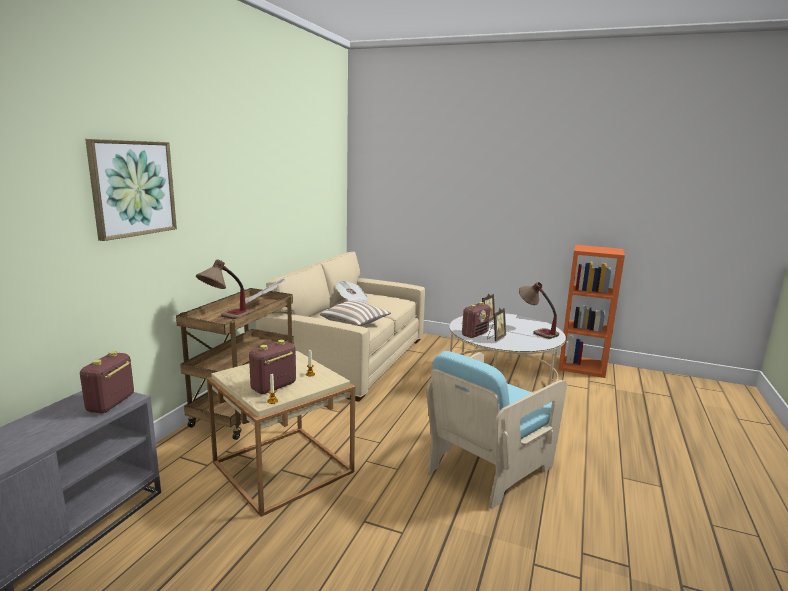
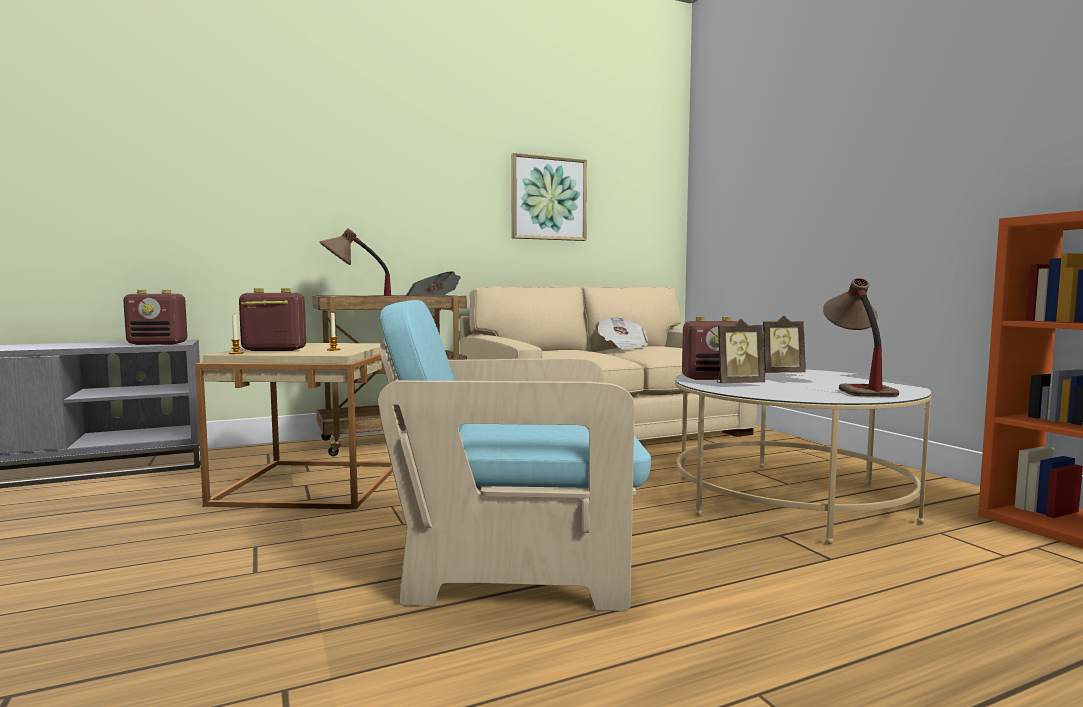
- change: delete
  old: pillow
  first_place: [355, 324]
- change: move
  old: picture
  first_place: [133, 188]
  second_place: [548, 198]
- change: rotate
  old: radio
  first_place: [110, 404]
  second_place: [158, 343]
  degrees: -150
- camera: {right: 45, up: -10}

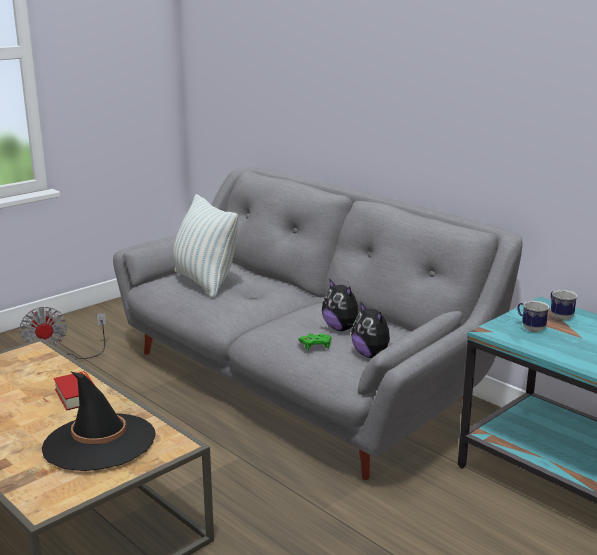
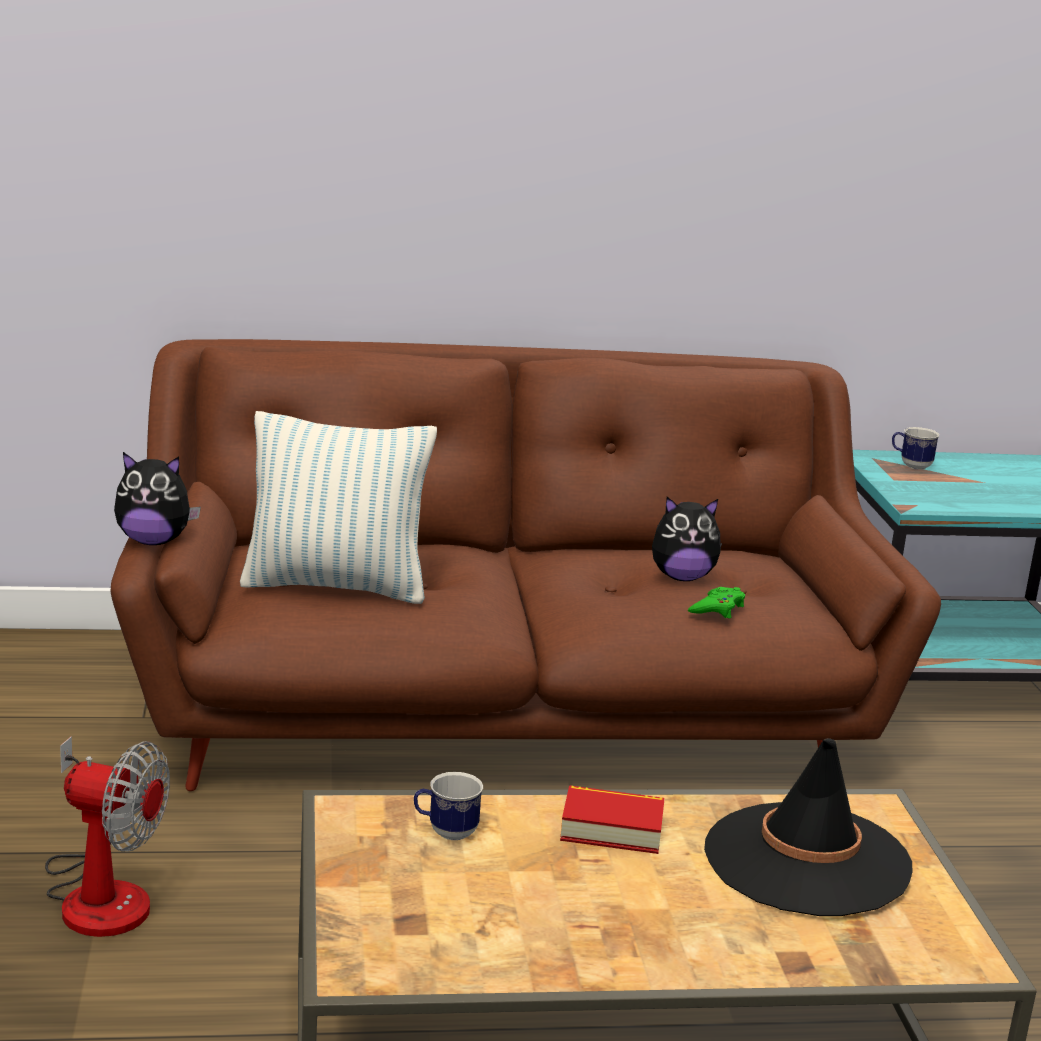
- change: move
  old: plush toy
  first_place: [372, 355]
  second_place: [154, 541]
- change: move
  old: mug
  first_place: [530, 328]
  second_place: [445, 832]
- change: recolor
  old: grey sofa
  new: brown sofa
  first_place: [299, 383]
  second_place: [506, 718]
- camera: {right: -55, up: 0}

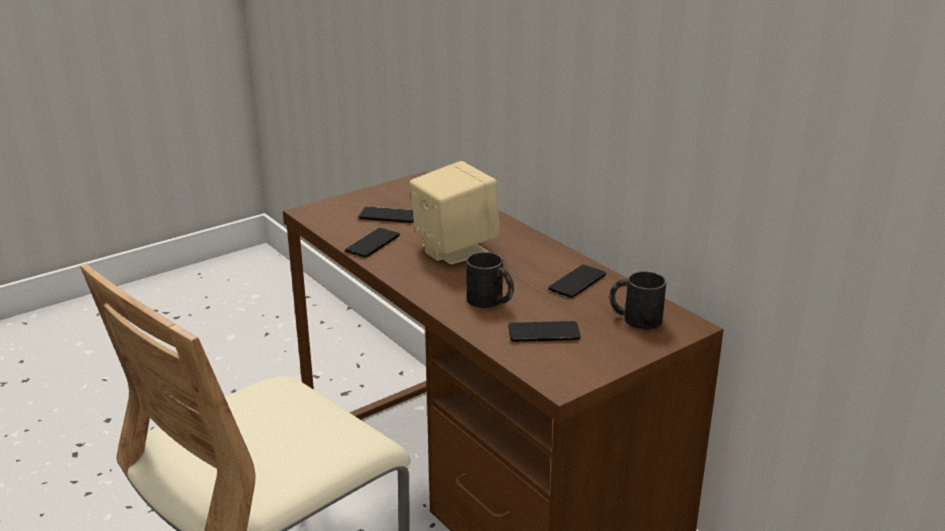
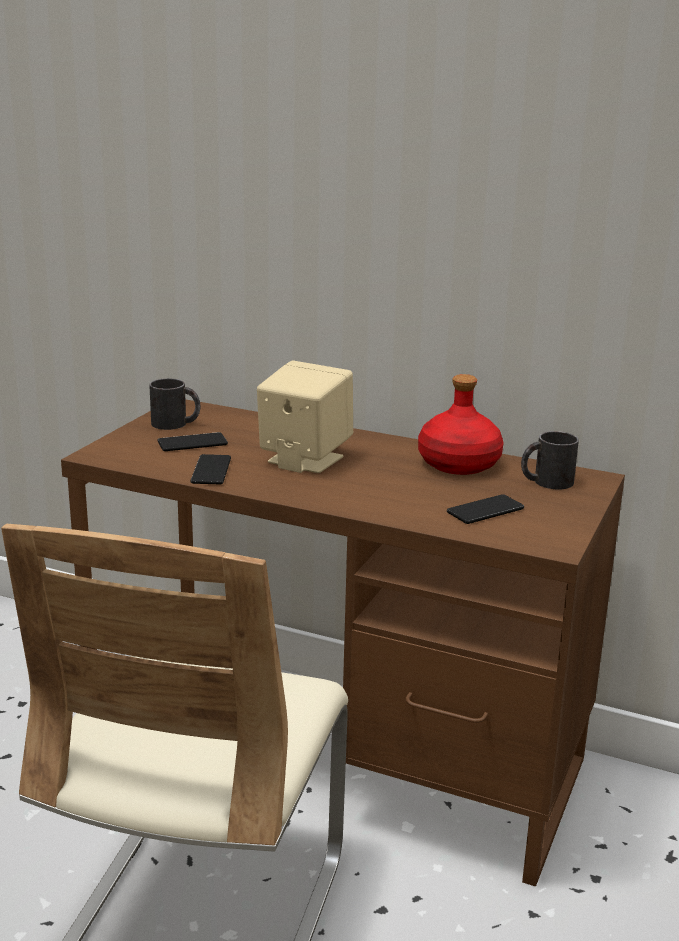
- change: move
  old: black mug
  first_place: [491, 301]
  second_place: [176, 424]
- change: replace
  old: phone
  new: red bottle
  first_place: [577, 282]
  second_place: [458, 464]
- camera: {right: -30, up: -5}

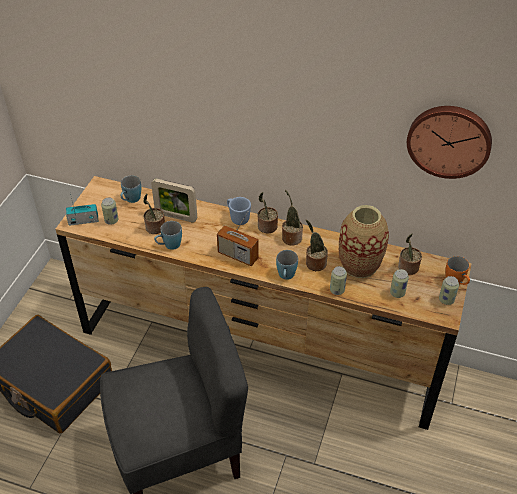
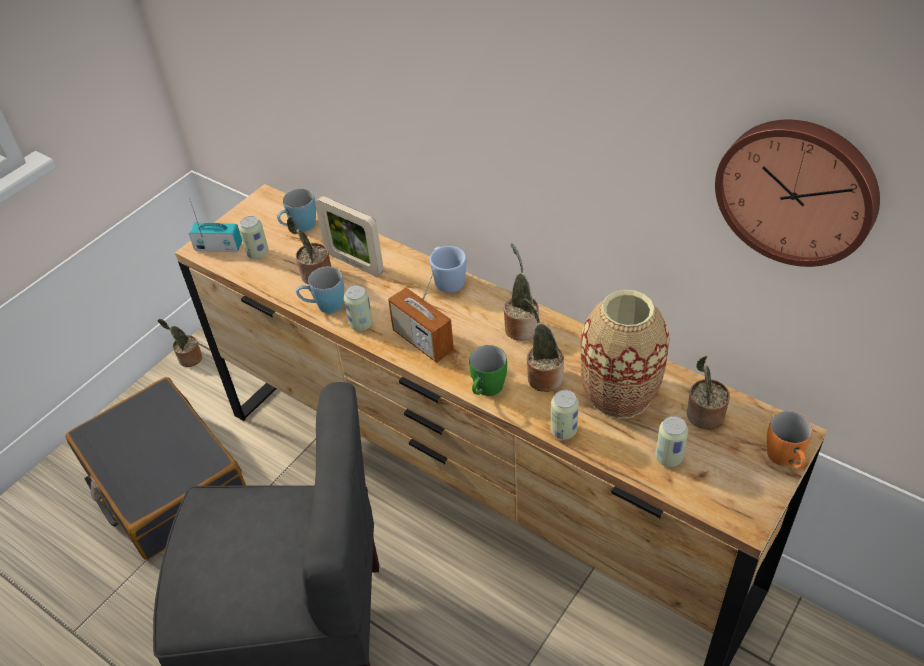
- change: move
  old: potted plant
  first_place: [266, 227]
  second_place: [188, 359]
- change: move
  old: can
  first_place: [446, 300]
  second_place: [361, 324]
- change: recolor
  old: blue mug
  new: green mug
  first_place: [286, 276]
  second_place: [486, 391]
- camera: {right: 20, up: 0}

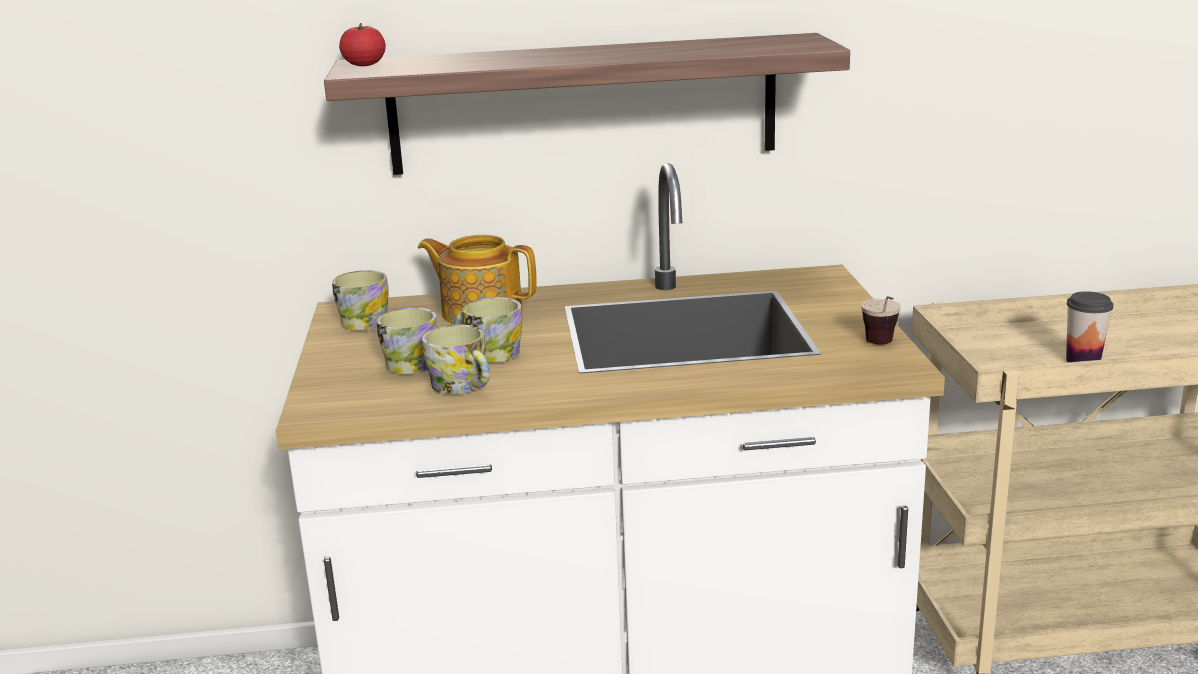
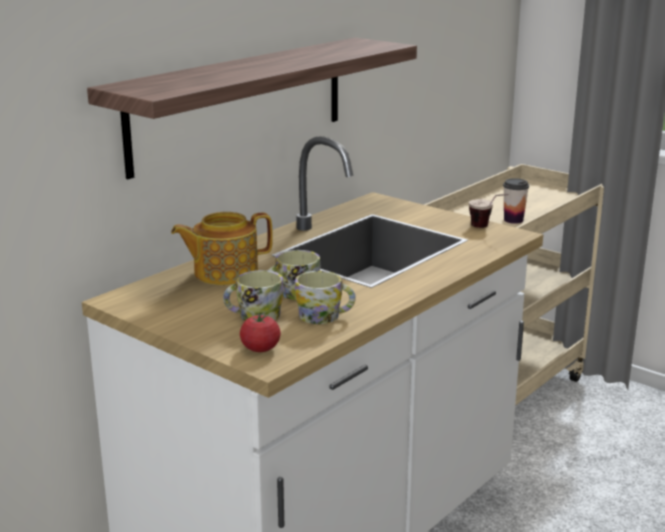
- change: delete
  old: mug
  first_place: [360, 321]
- change: move
  old: tomato
  first_place: [364, 65]
  second_place: [260, 348]
- camera: {right: -45, up: 0}

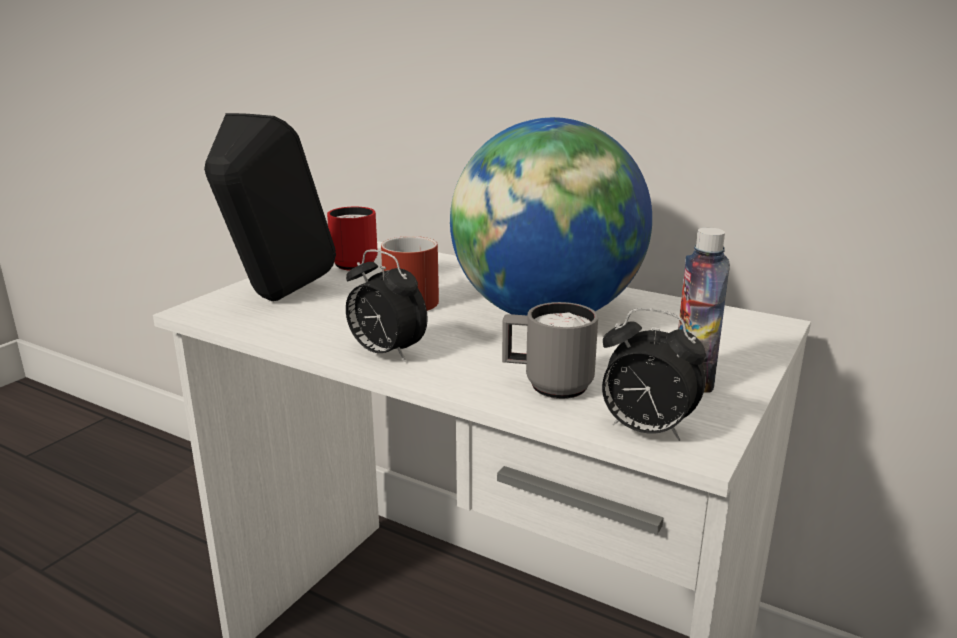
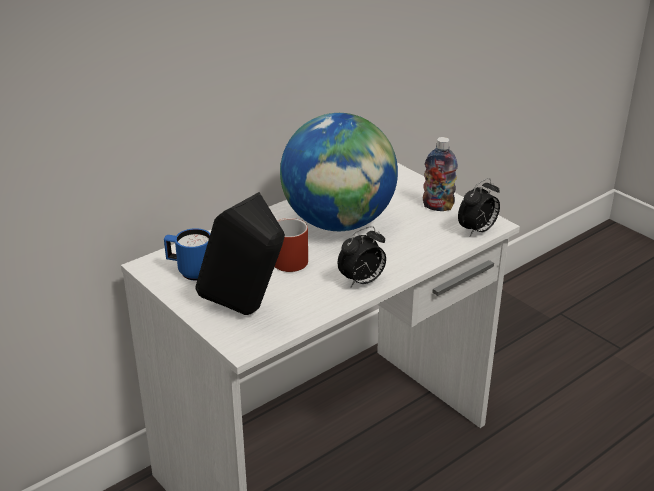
- change: delete
  old: grey mug
  first_place: [547, 386]
- change: recolor
  old: red mug
  new: blue mug
  first_place: [355, 262]
  second_place: [190, 272]
- camera: {right: -70, up: 10}

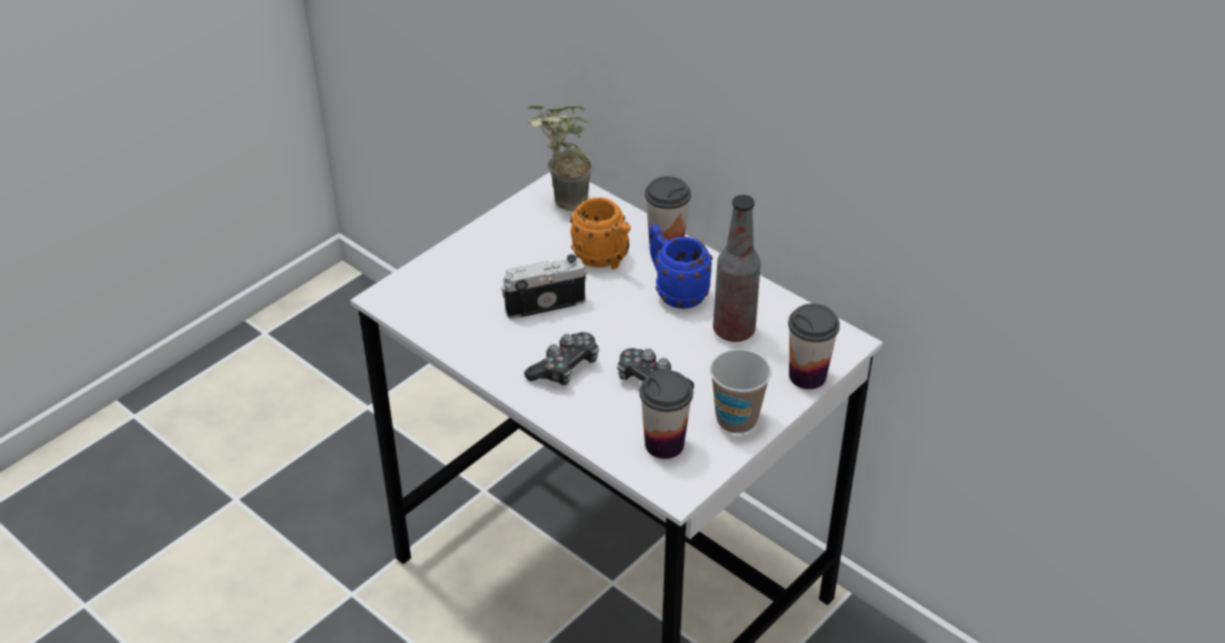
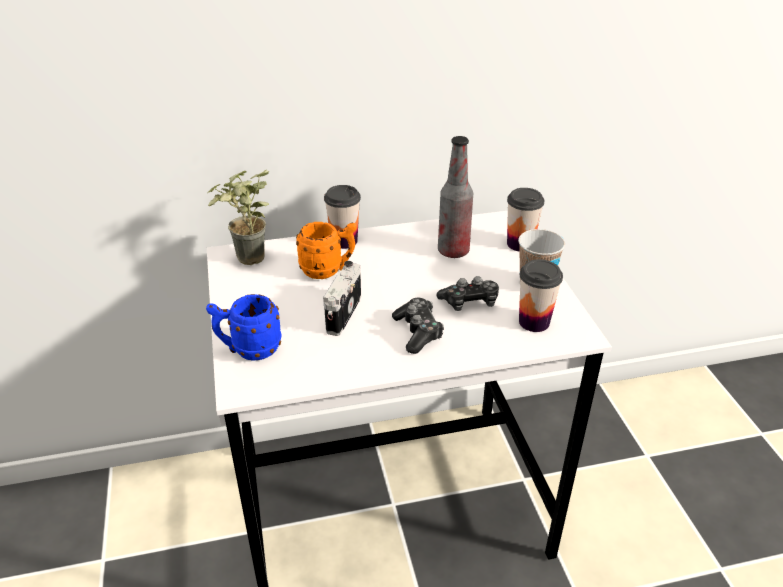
- change: move
  old: blue mug
  first_place: [675, 292]
  second_place: [249, 350]
- camera: {right: -55, up: -5}

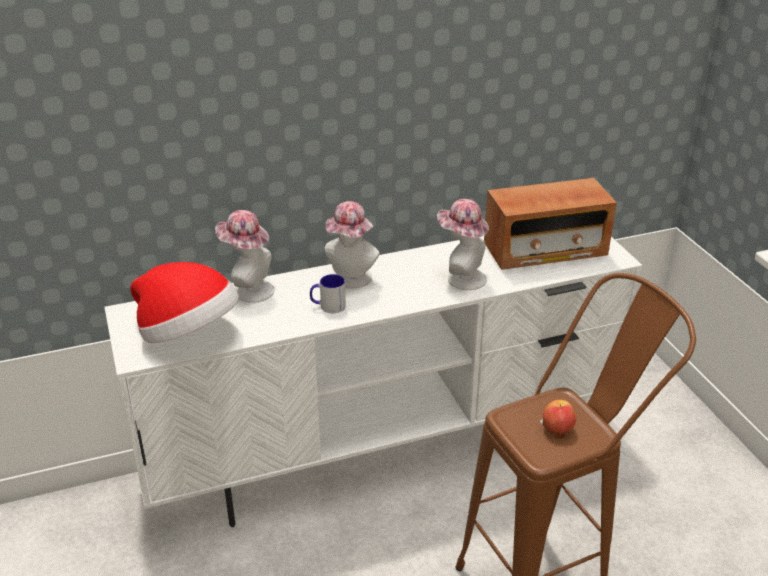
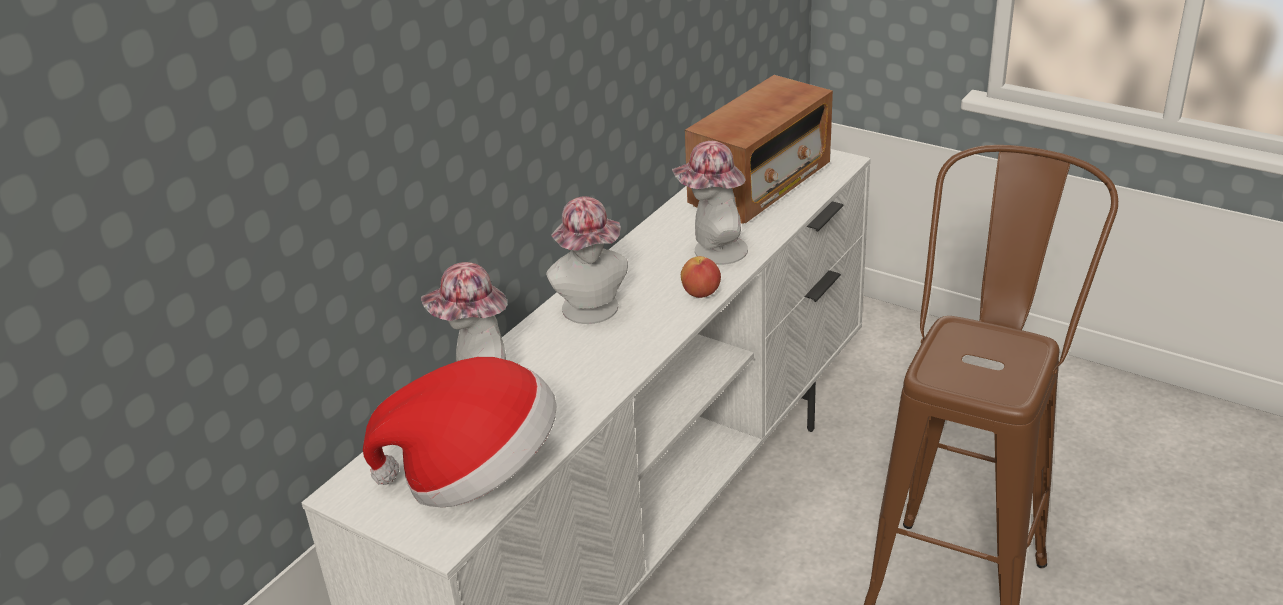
- change: delete
  old: mug
  first_place: [328, 306]
- change: move
  old: apple
  first_place: [557, 429]
  second_place: [701, 293]
- camera: {right: -35, up: 0}

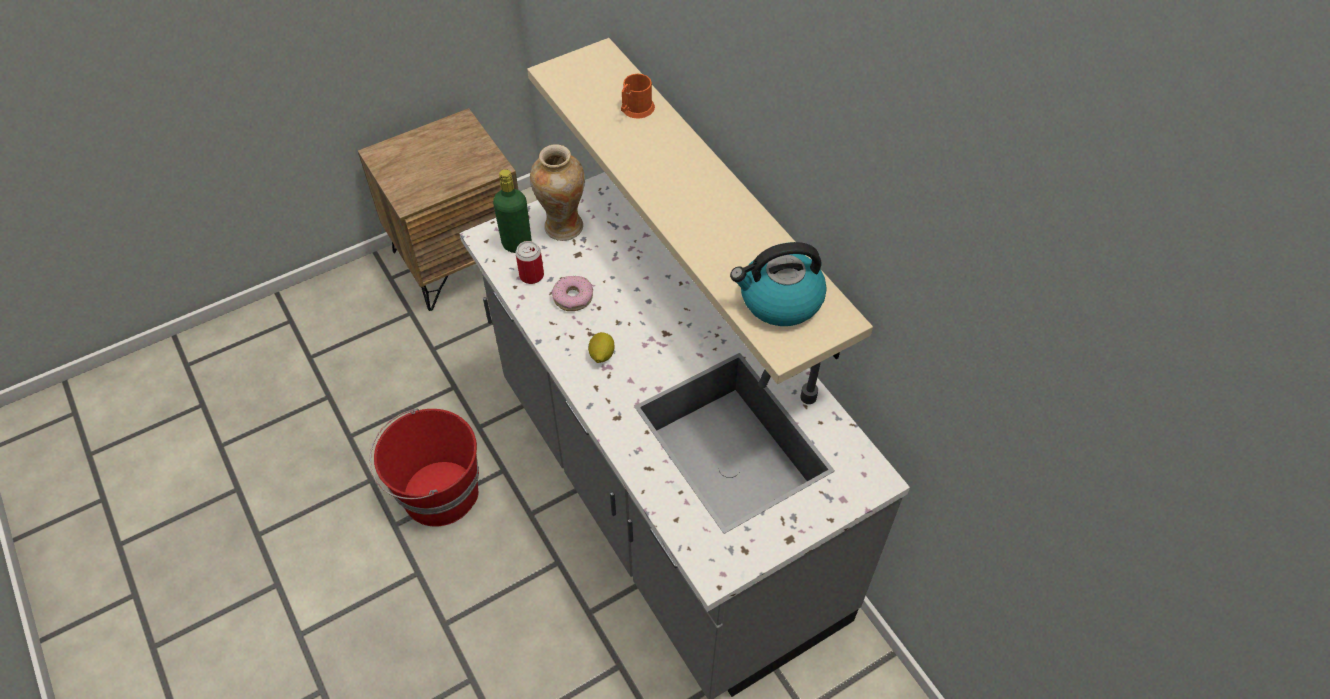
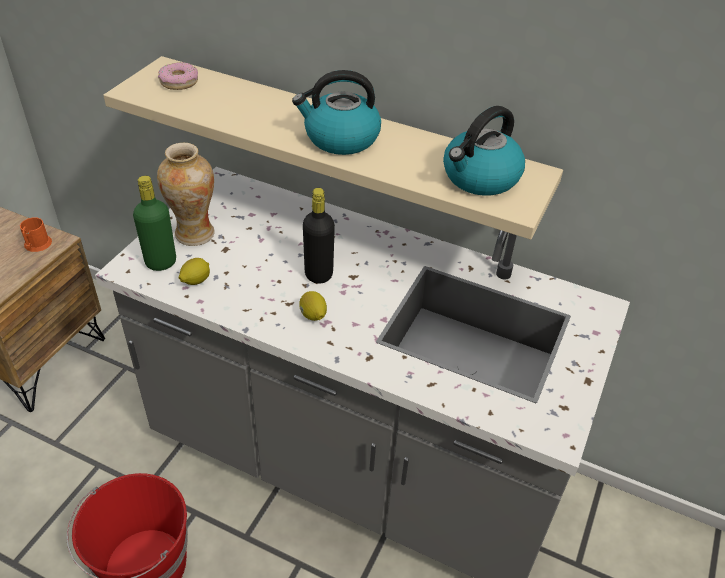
- change: insert
  new: kettle
  second_place: [340, 138]
- change: insert
  new: black bottle
  second_place: [318, 274]
- change: move
  old: donut
  first_place: [573, 297]
  second_place: [179, 82]
- change: move
  old: orange mug
  first_place: [635, 110]
  second_place: [36, 246]
- change: replace
  old: can
  new: lemon
  first_place: [531, 275]
  second_place: [195, 281]
- camera: {right: -35, up: -10}

